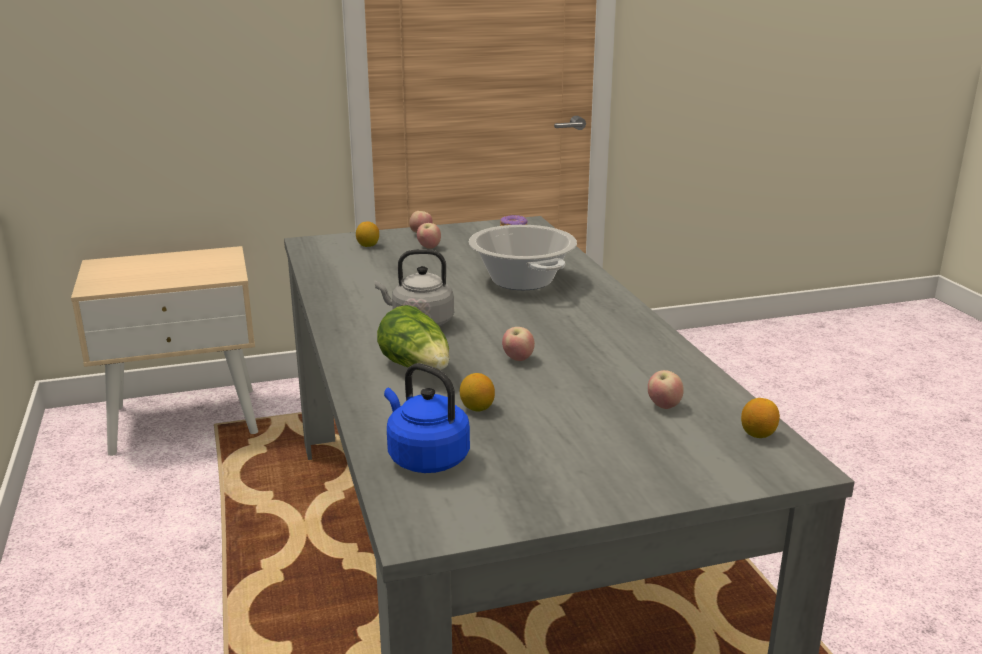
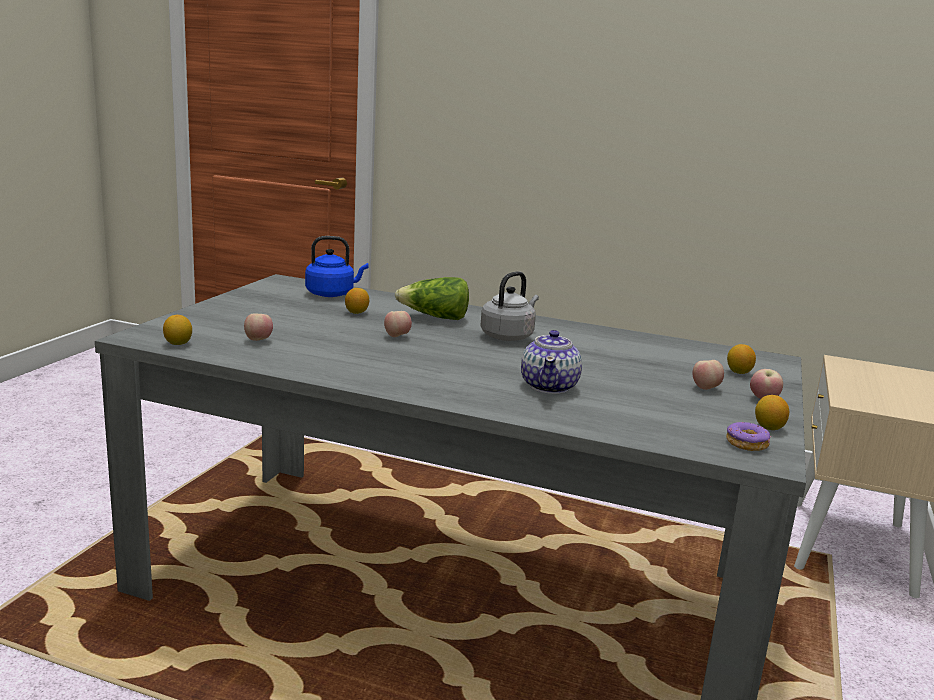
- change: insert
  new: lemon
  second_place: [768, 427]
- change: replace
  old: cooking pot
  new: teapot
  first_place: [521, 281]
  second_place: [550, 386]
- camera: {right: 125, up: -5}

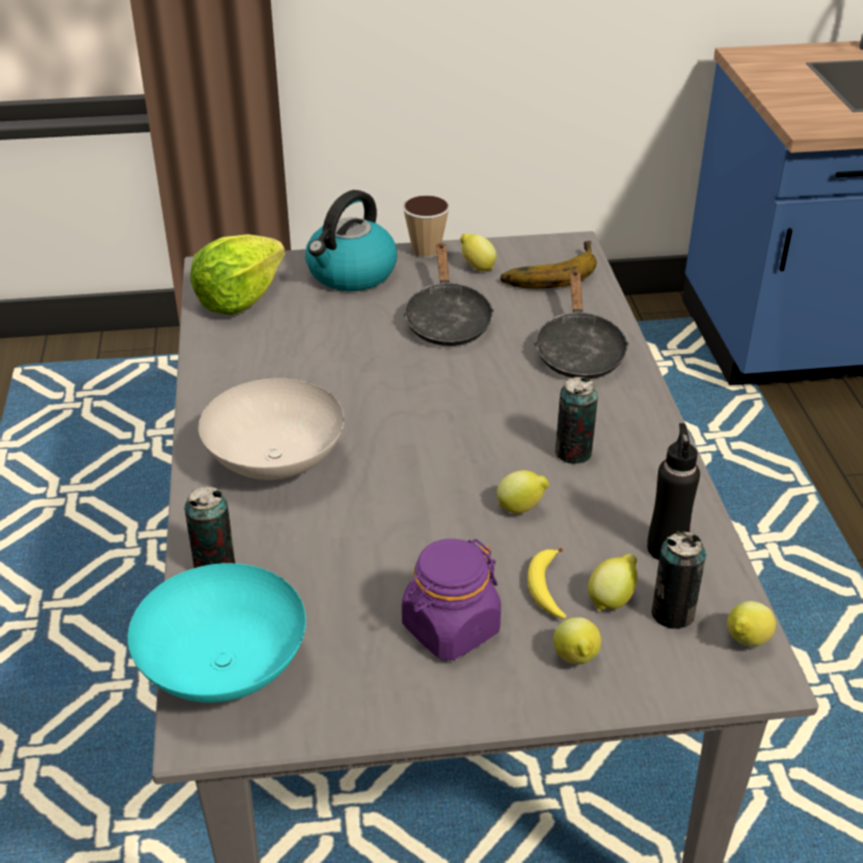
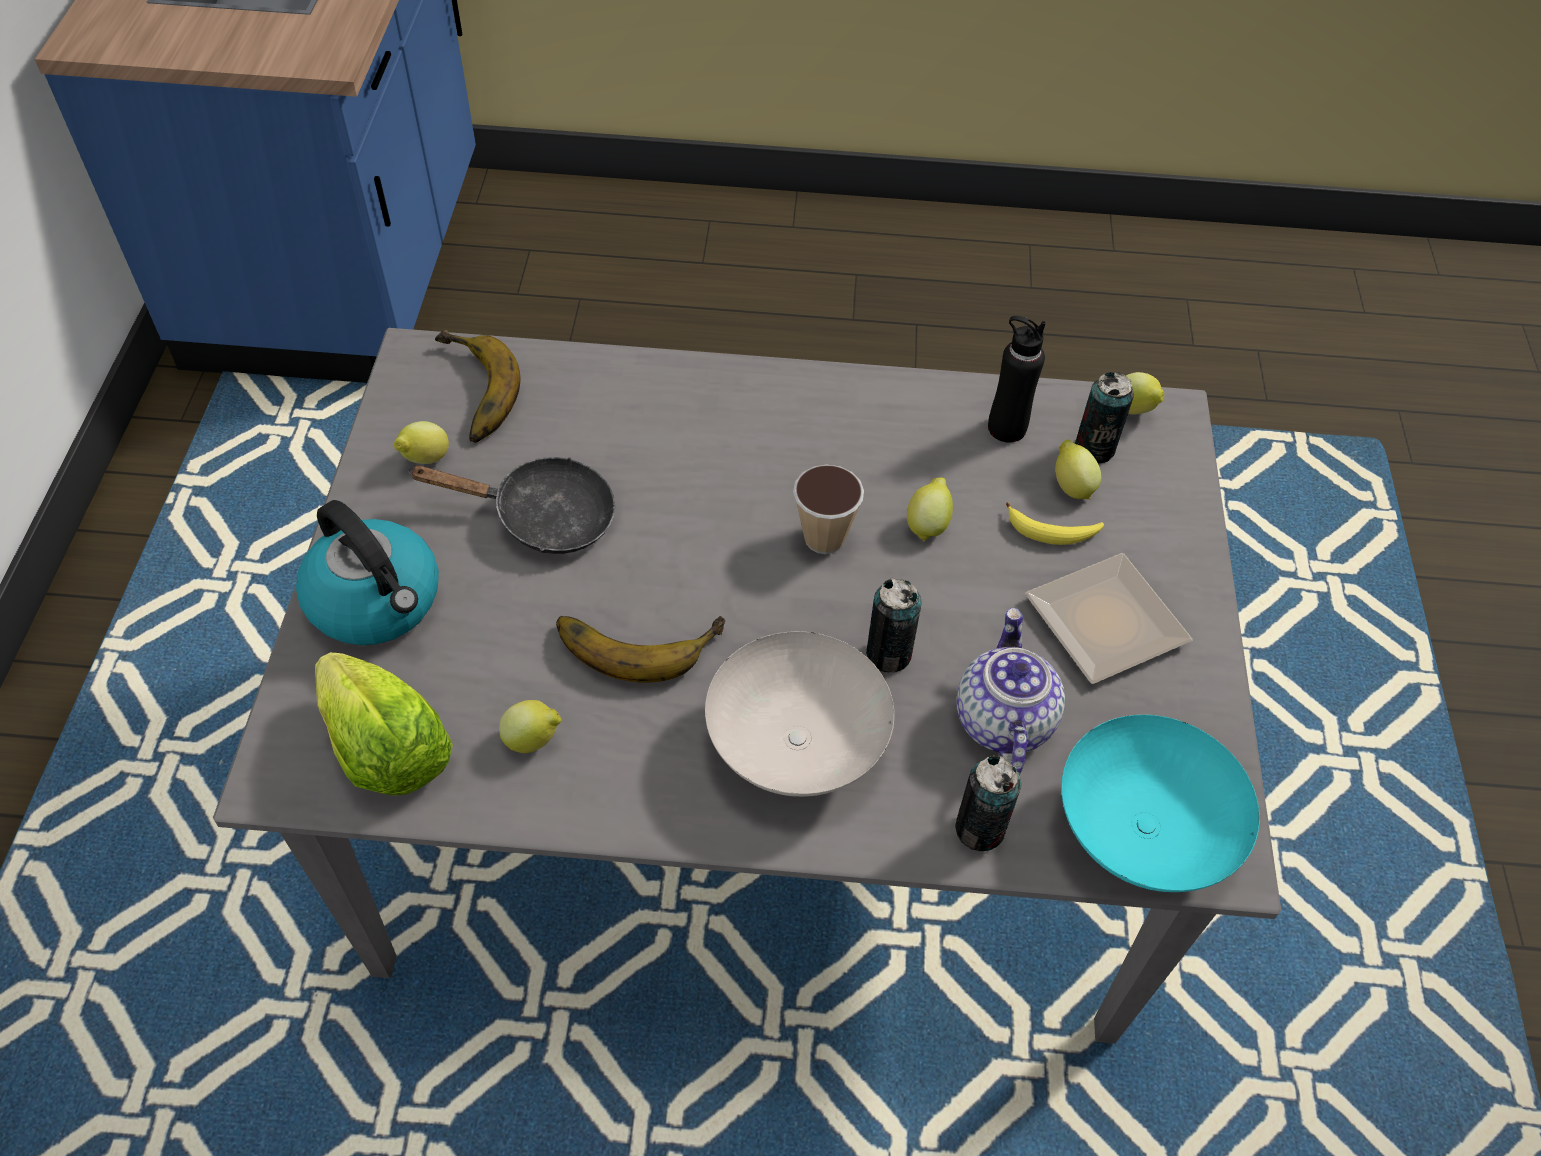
- change: delete
  old: black frying pan
  first_place: [578, 351]
- change: insert
  new: banana
  second_place: [637, 636]
- change: insert
  new: teapot
  second_place: [1002, 720]
- change: move
  old: cup
  first_place: [426, 251]
  second_place: [824, 538]
- change: move
  old: lemon
  first_place: [576, 660]
  second_place: [534, 740]
- change: move
  old: can
  first_place: [573, 453]
  second_place: [888, 654]
- change: replace
  old: purple jar
  new: plate
  first_place: [450, 628]
  second_place: [1099, 621]
- camera: {right: -80, up: 15}

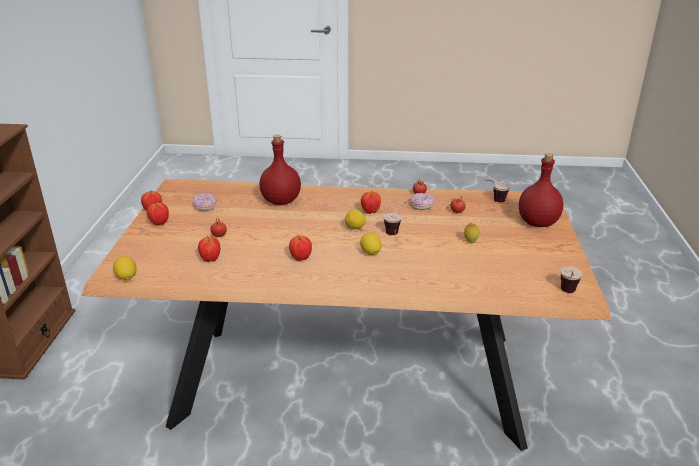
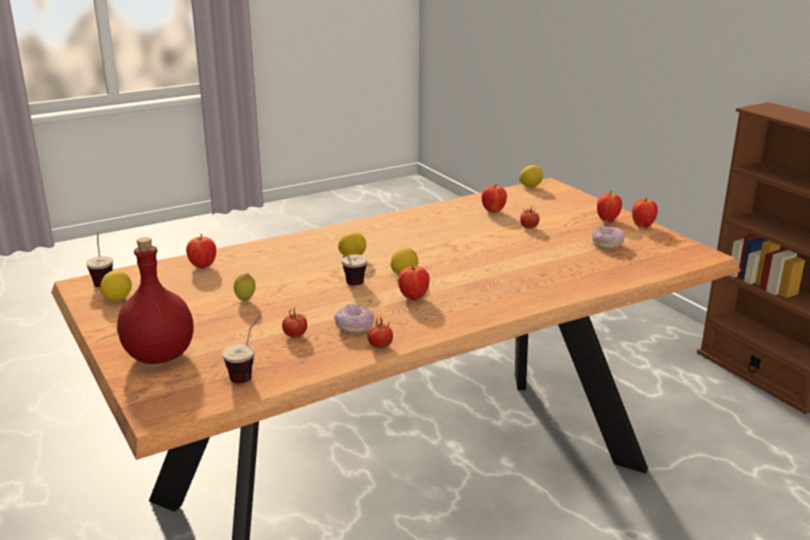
- change: delete
  old: red bottle
  first_place: [280, 201]
- change: insert
  new: lemon
  second_place: [117, 299]
- change: move
  old: apple
  first_place: [301, 258]
  second_place: [203, 266]
- camera: {right: 145, up: -5}

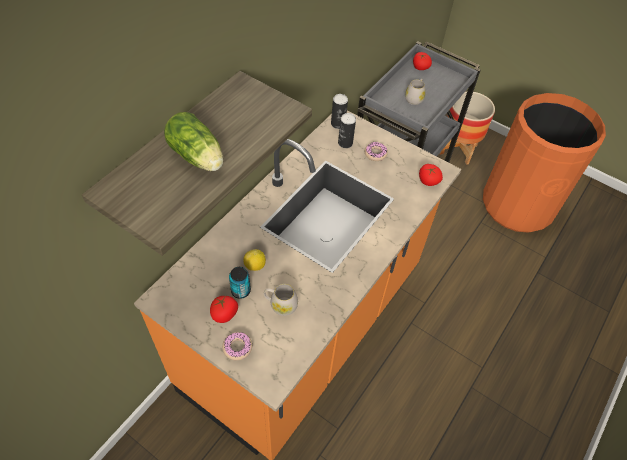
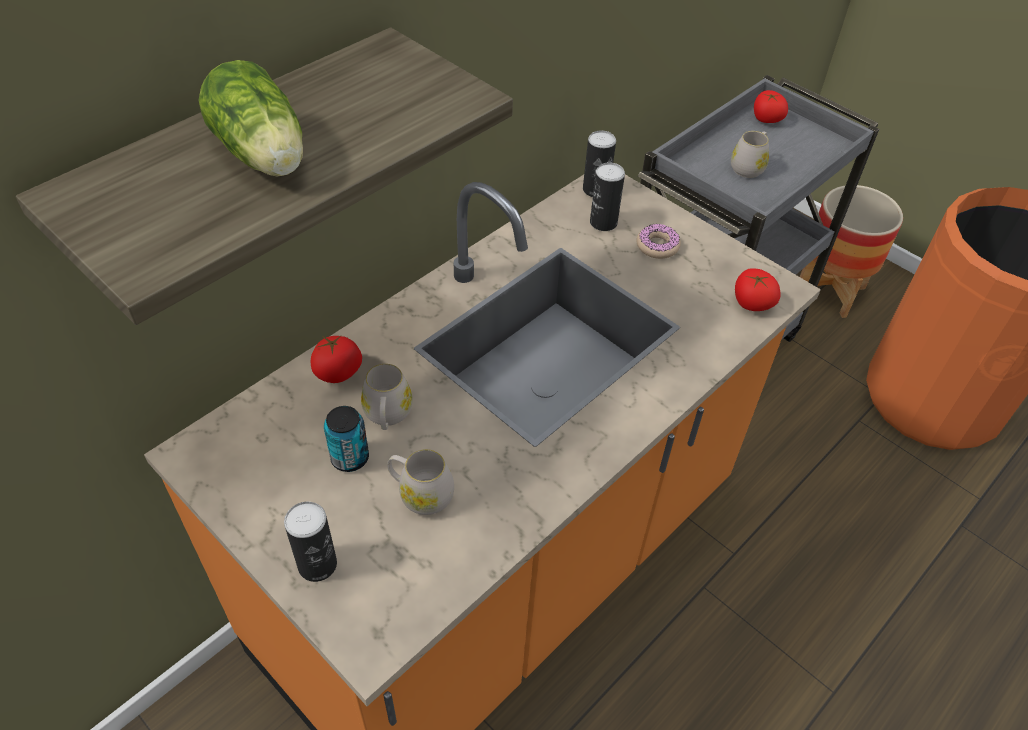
- change: move
  old: tomato
  first_place: [225, 314]
  second_place: [338, 372]
- change: replace
  old: donut
  new: can
  first_place: [237, 347]
  second_place: [317, 564]
- change: replace
  old: lemon
  new: white mug
  first_place: [255, 266]
  second_place: [387, 416]
- camera: {right: 10, up: -5}

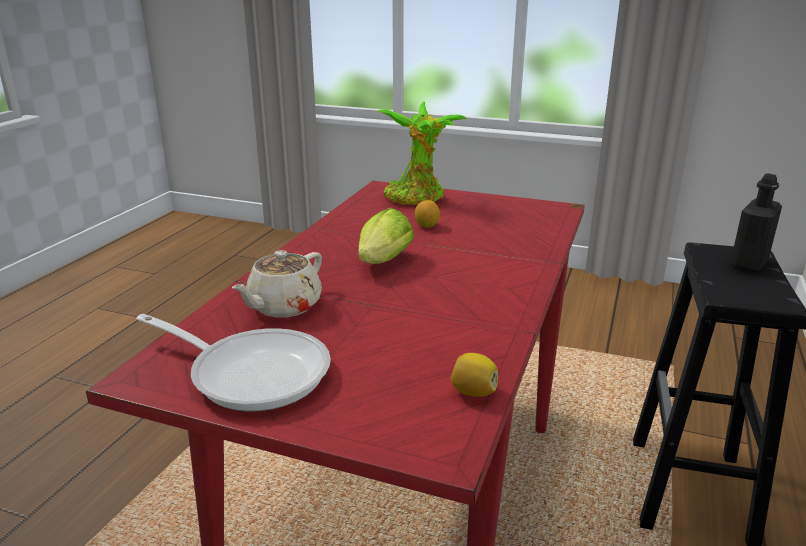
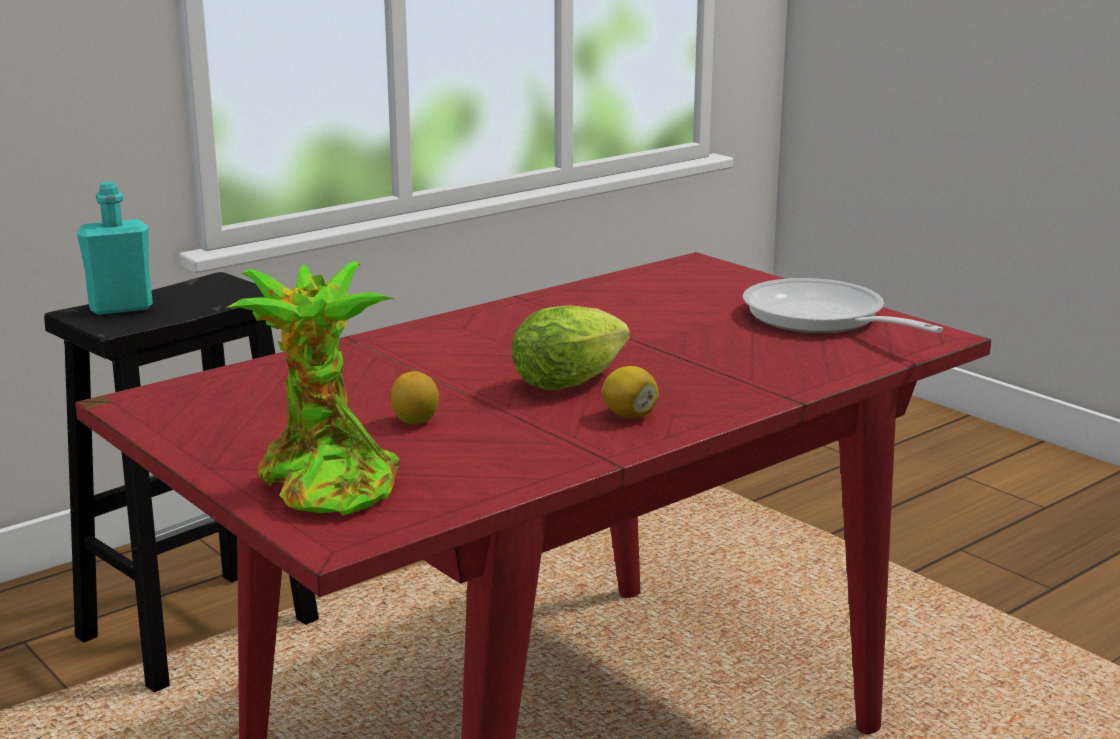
- change: delete
  old: beige teapot
  first_place: [283, 306]
- change: move
  old: lemon
  first_place: [473, 392]
  second_place: [629, 415]
- change: recolor
  old: black bottle
  new: turquoise bottle
  first_place: [748, 263]
  second_place: [121, 308]
- camera: {right: -150, up: -5}

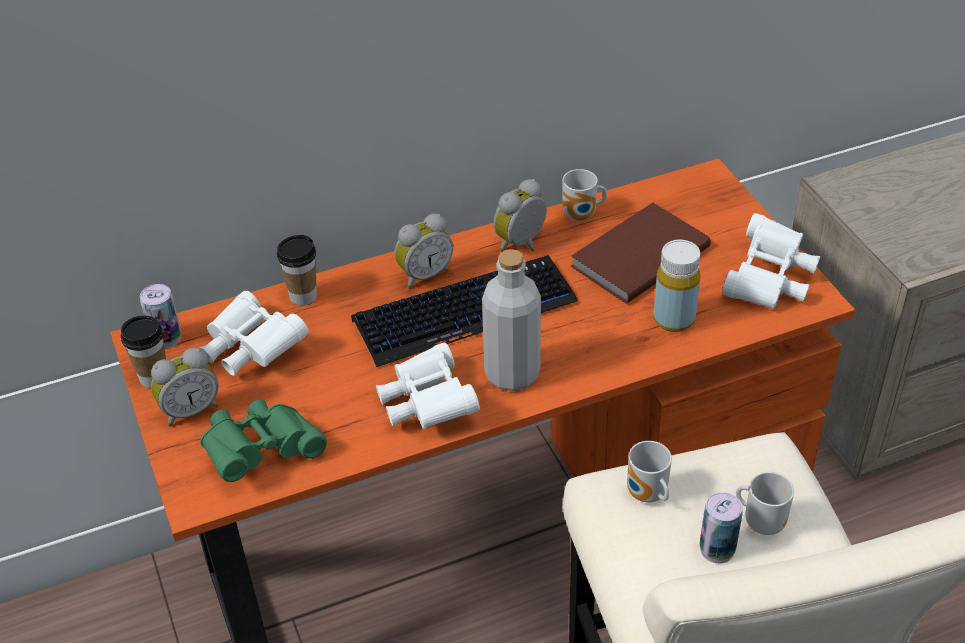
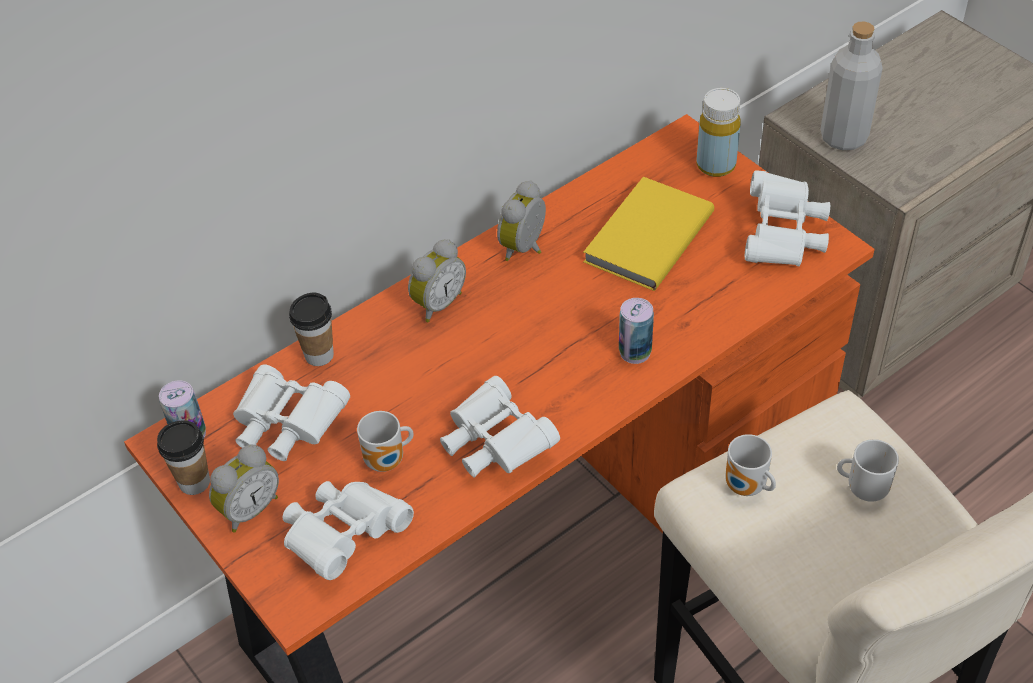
- change: delete
  old: keyboard
  first_place: [465, 312]
- change: move
  old: grey bottle
  first_place: [512, 374]
  second_place: [843, 137]
- change: move
  old: mug
  first_place: [581, 216]
  second_place: [388, 461]
- change: move
  old: yellow bottle
  first_place: [674, 319]
  second_place: [716, 165]
- change: move
  old: can
  first_place: [717, 549]
  second_place: [635, 352]
- change: recolor
  old: green binoculars
  new: white binoculars
  first_place: [262, 452]
  second_place: [344, 536]
- change: recolor
  old: brown book
  new: yellow book
  first_place: [636, 256]
  second_place: [645, 237]
- camera: {right: -15, up: 5}

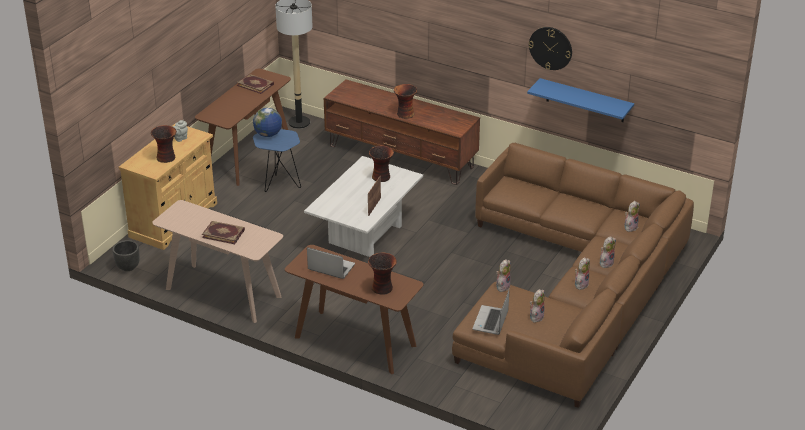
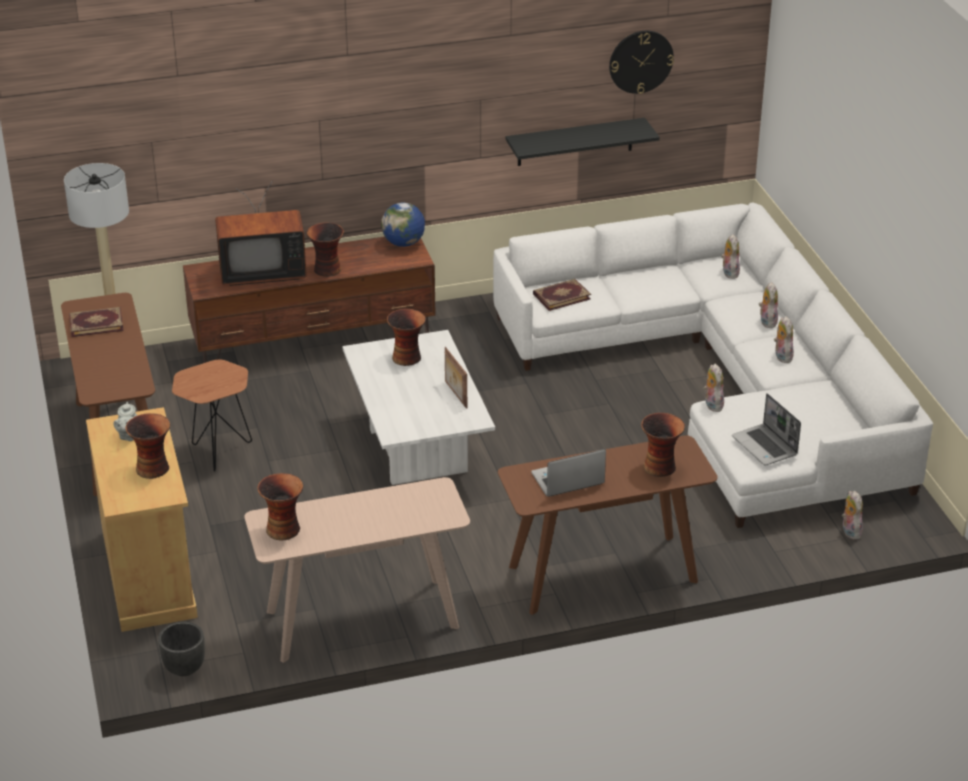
- change: insert
  new: television
  second_place: [261, 272]
- change: insert
  new: vase
  second_place: [283, 529]
- change: move
  old: book
  first_place: [223, 233]
  second_place: [561, 296]
- change: move
  old: globe
  first_place: [268, 135]
  second_place: [403, 243]
- change: move
  old: wall clock
  first_place: [550, 48]
  second_place: [641, 61]
- change: move
  old: plush toy
  first_place: [536, 316]
  second_place: [849, 531]
- change: recolor
  old: blue side table
  new: brown side table
  first_place: [279, 184]
  second_place: [217, 453]
- change: recolor
  old: brown sofa
  new: white sofa
  first_place: [571, 290]
  second_place: [723, 382]
- change: recolor
  old: blue shelf
  new: black shelf
  first_place: [585, 100]
  second_place: [575, 142]
- camera: {right: -45, up: 0}

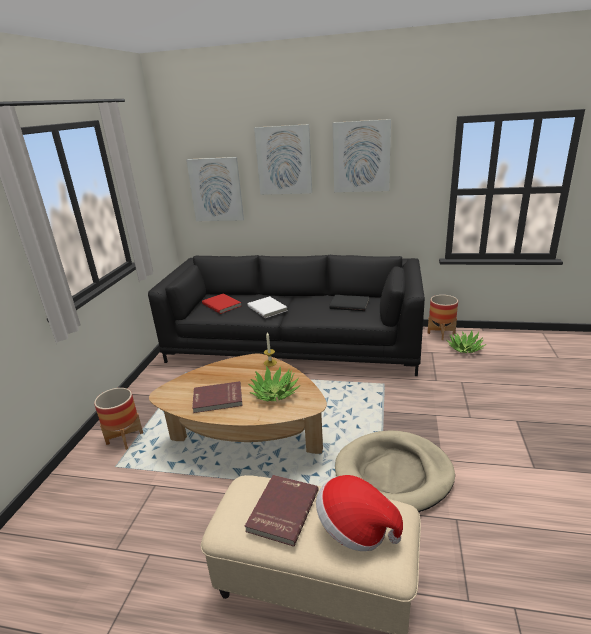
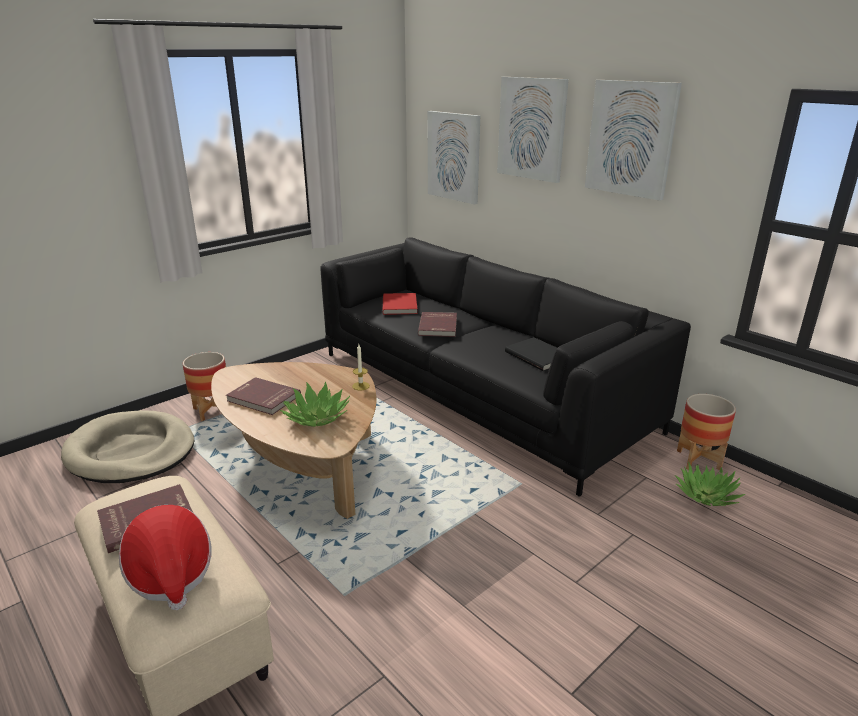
- change: move
  old: beige dog bed
  first_place: [393, 474]
  second_place: [131, 451]
- change: recolor
  old: white book
  new: red book
  first_place: [268, 308]
  second_place: [439, 326]
- camera: {right: 35, up: 0}

